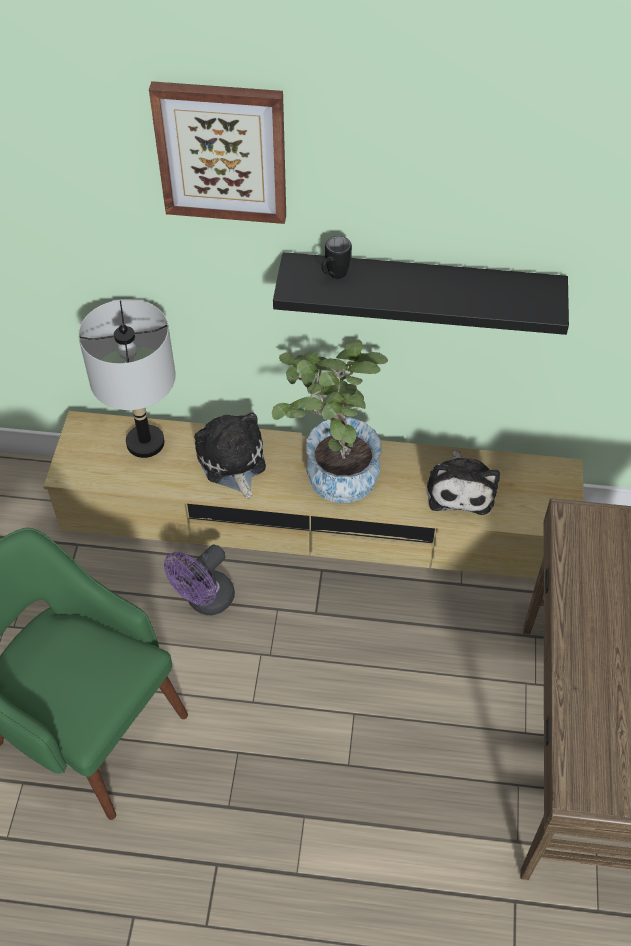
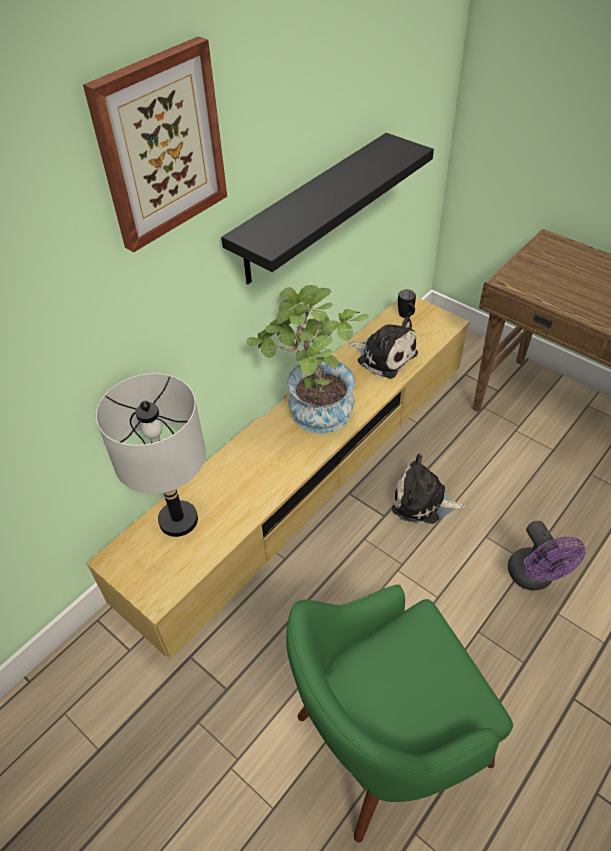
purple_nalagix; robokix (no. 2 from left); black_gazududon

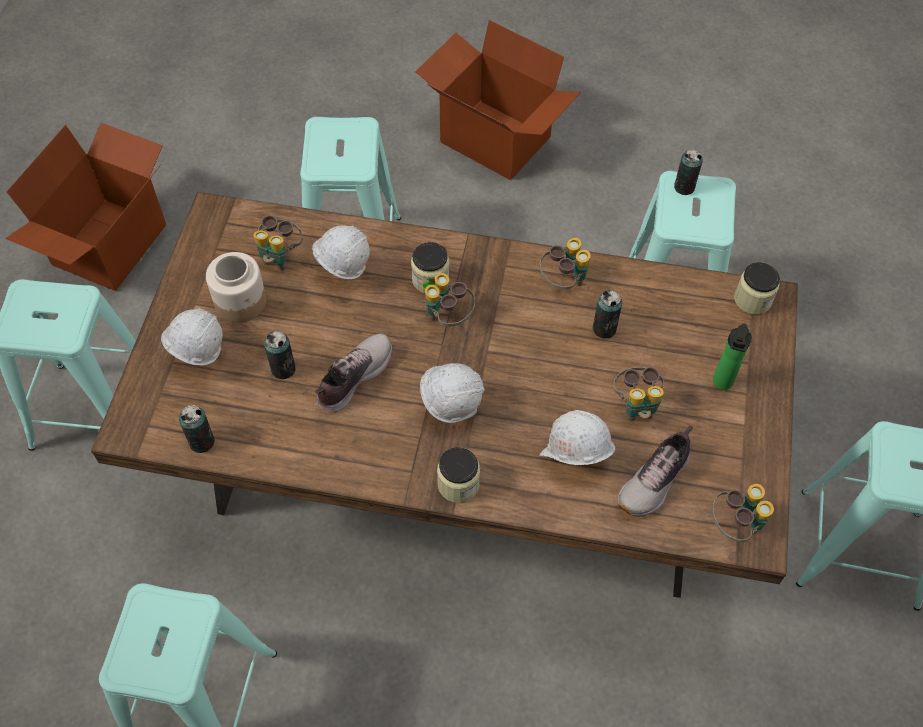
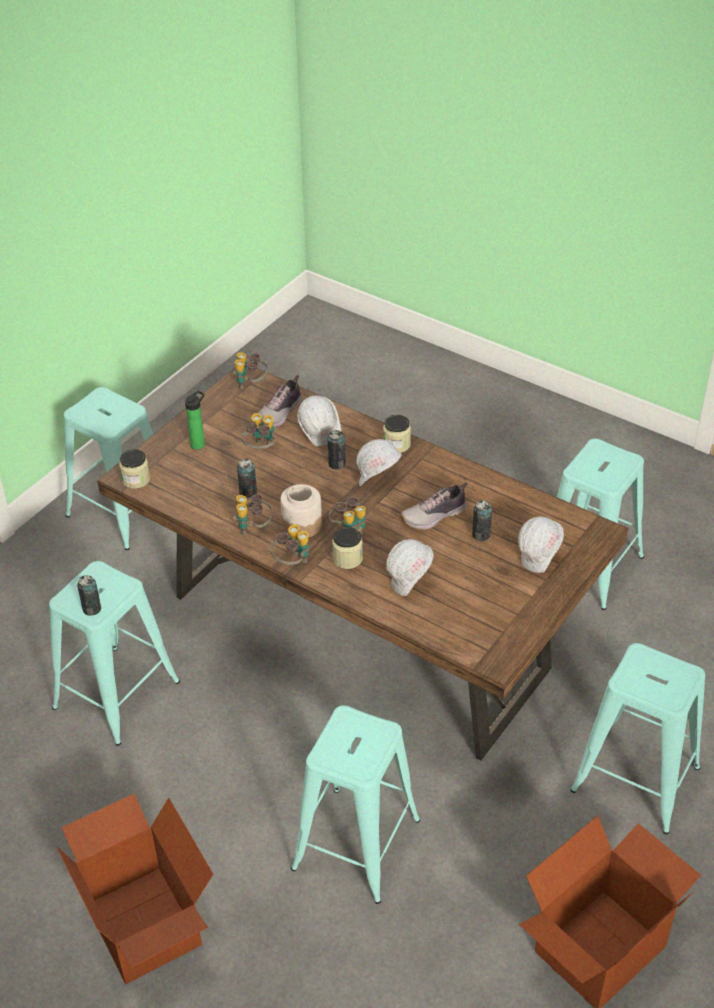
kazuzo (no. 3 from left); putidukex (no. 2 from left); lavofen (no. 4 from left); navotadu (no. 1 from left)

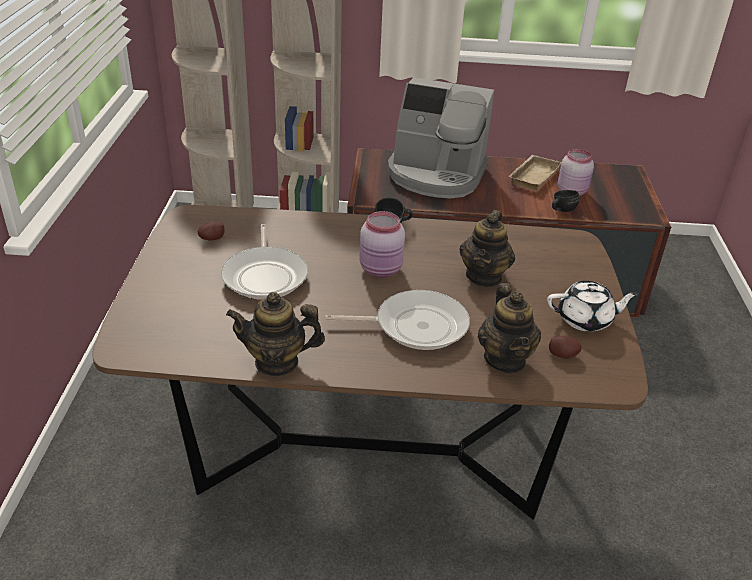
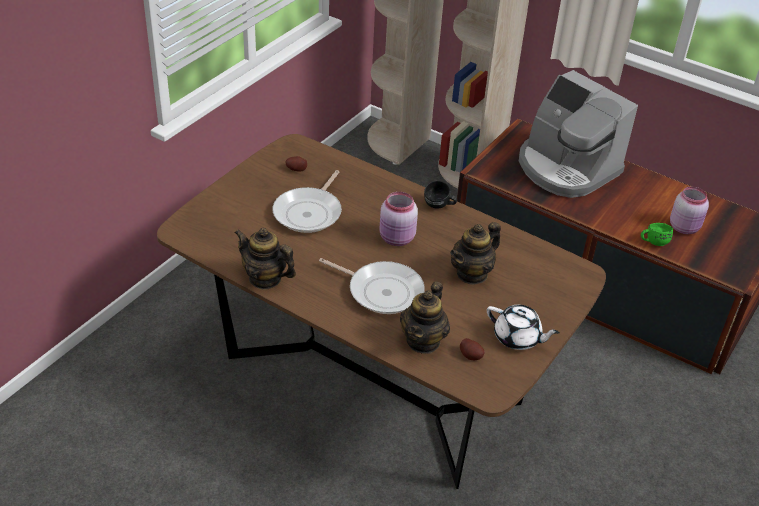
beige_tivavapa; green_gazududon

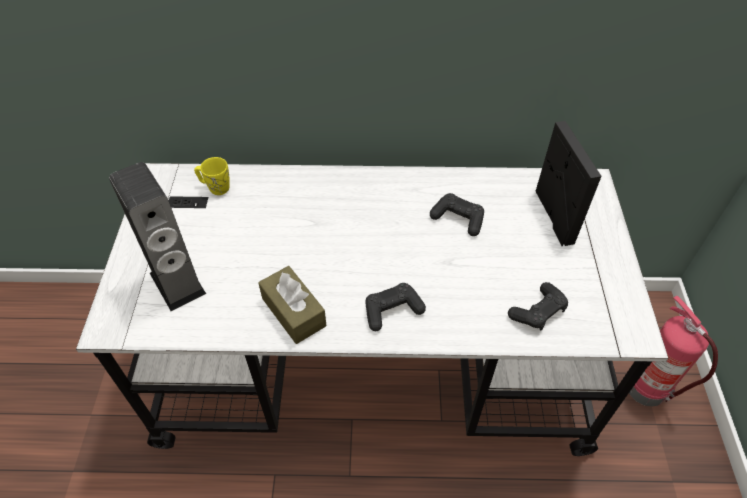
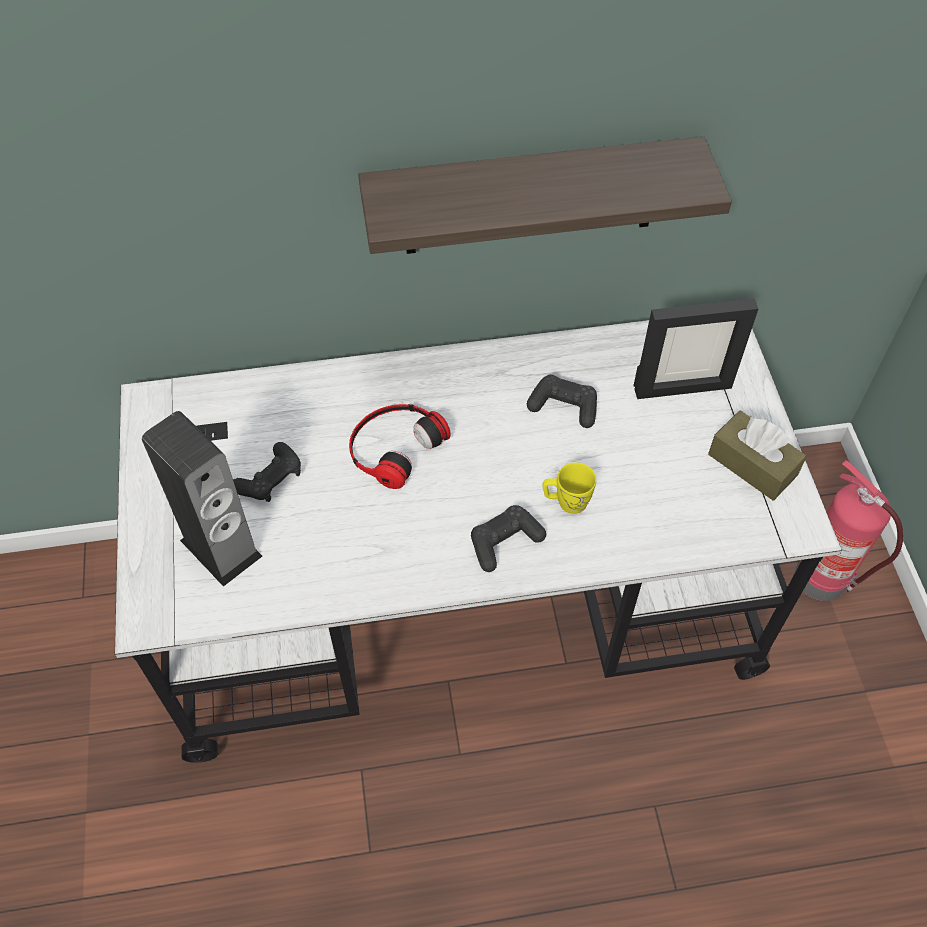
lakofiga; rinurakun; yellow_gazududon; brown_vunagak; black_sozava (no. 1 from left); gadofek

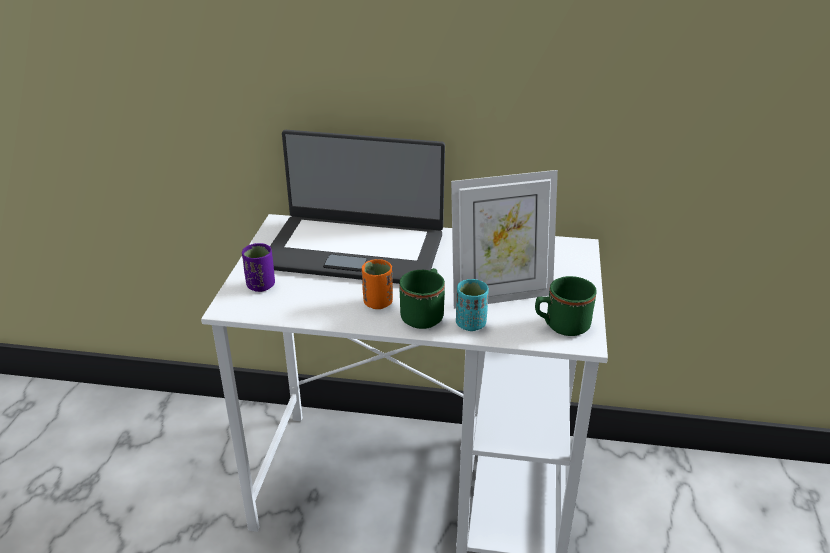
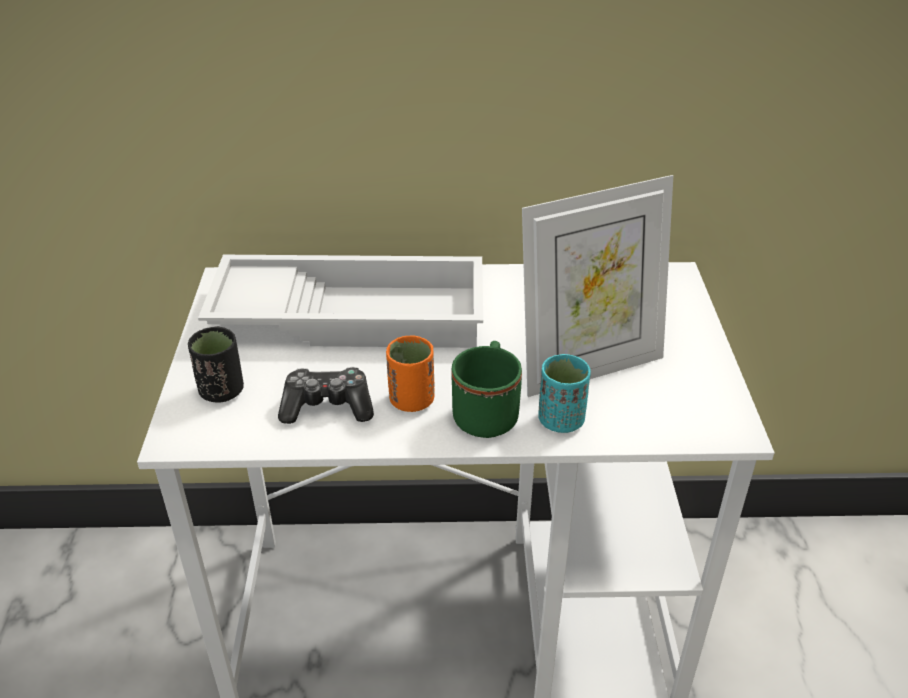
green_gazududon (no. 2 from left in the first image); sozava; white_tivavapa; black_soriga

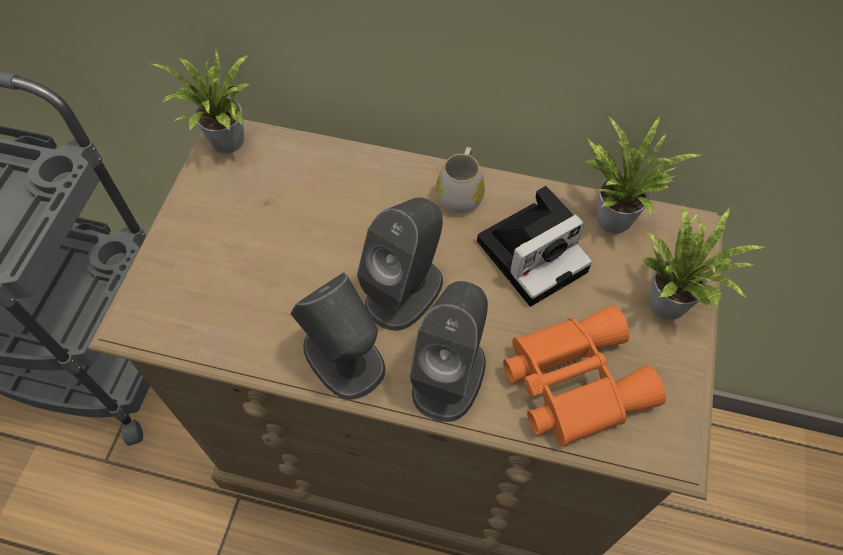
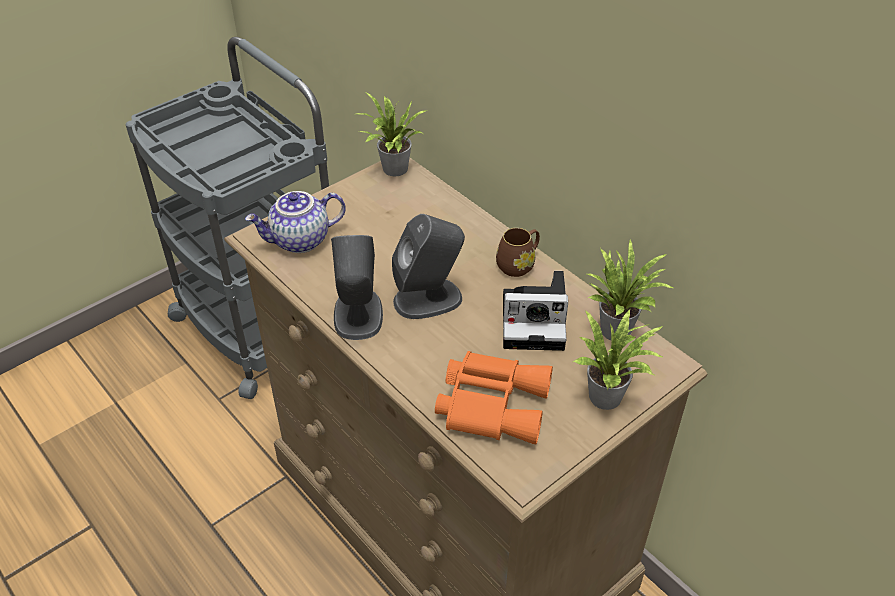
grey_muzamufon (no. 3 from left in the first image); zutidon; brown_gazududon

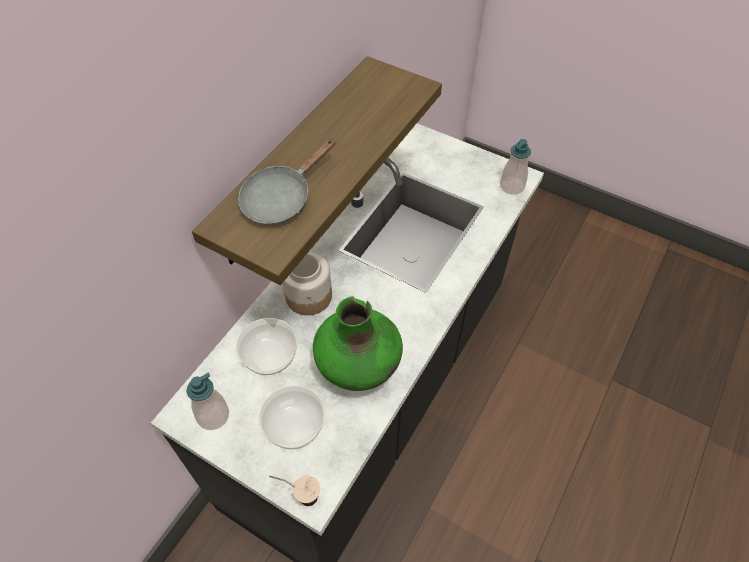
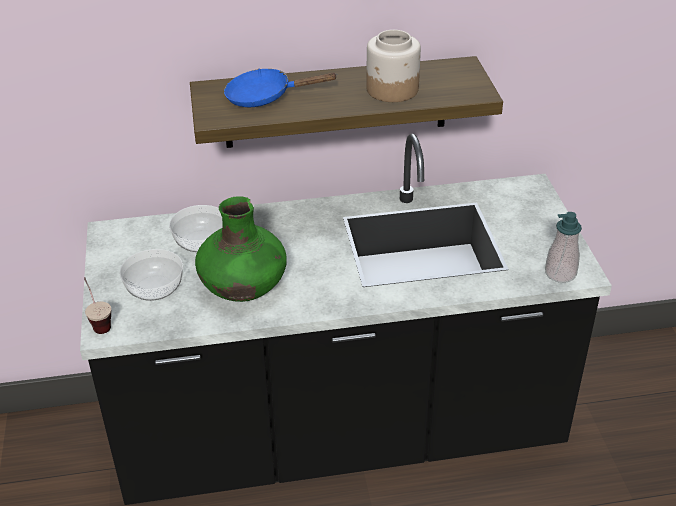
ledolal (no. 1 from left in the first image); putidukex; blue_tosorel

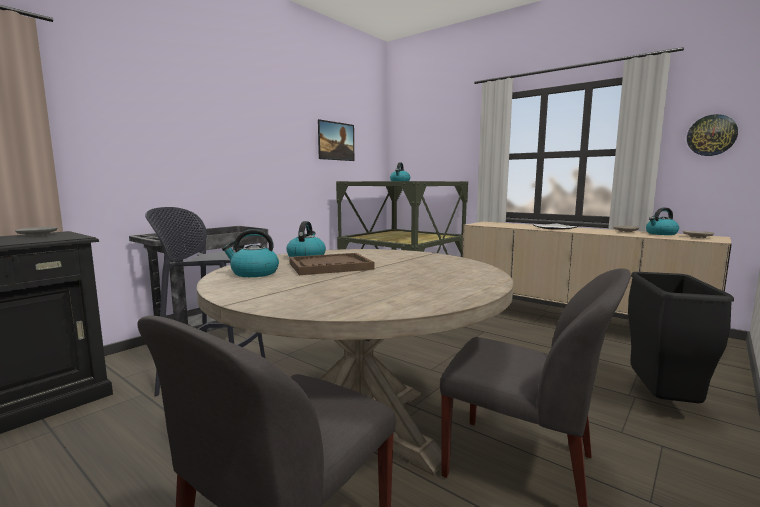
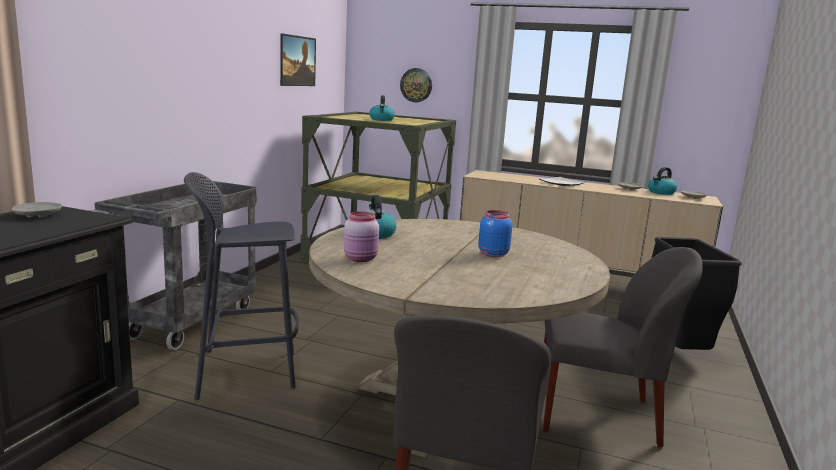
brown_tivavapa; blue_putidukex; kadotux; pink_putidukex

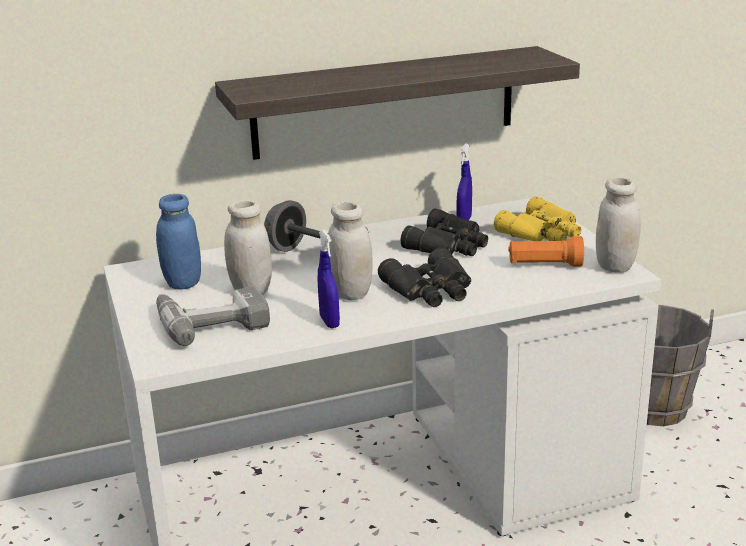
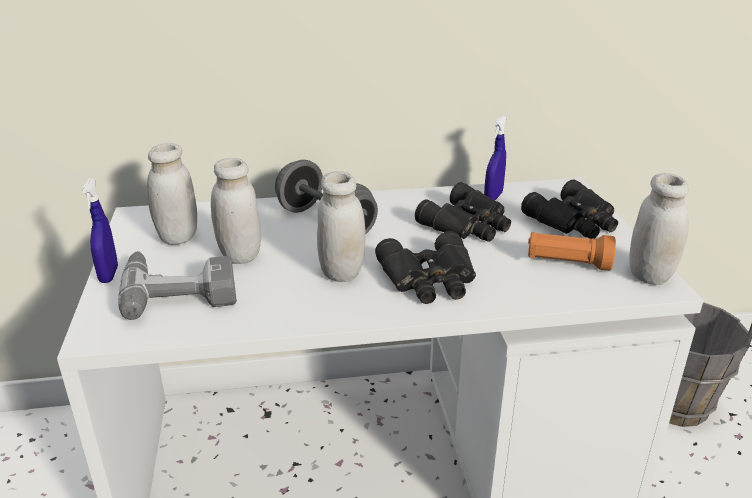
rinurakun; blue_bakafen (no. 1 from left); white_putidukex (no. 1 from left); black_lavofen (no. 3 from left)

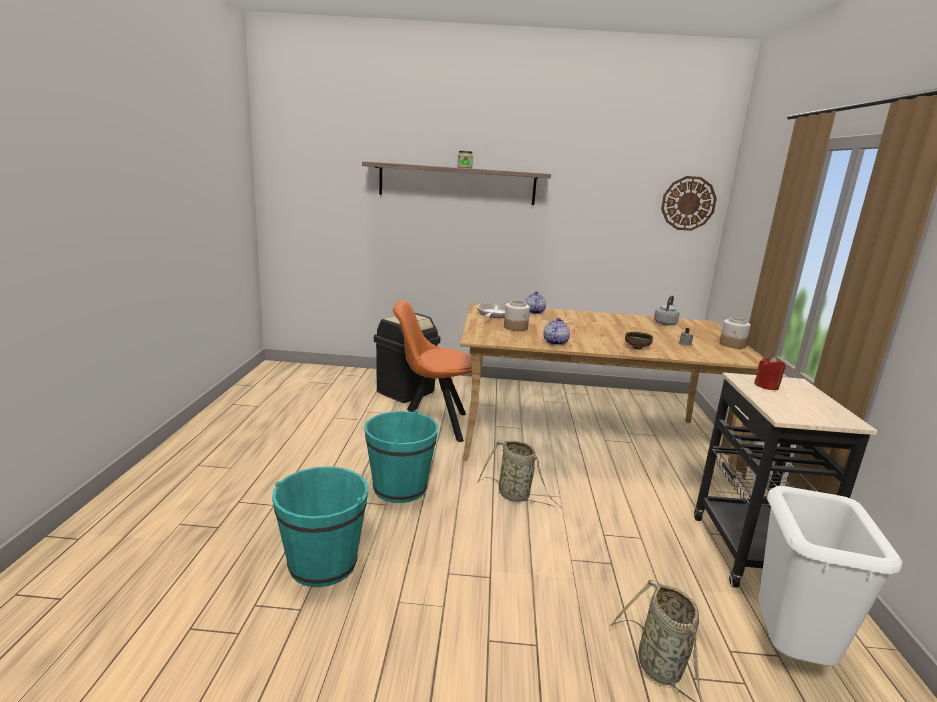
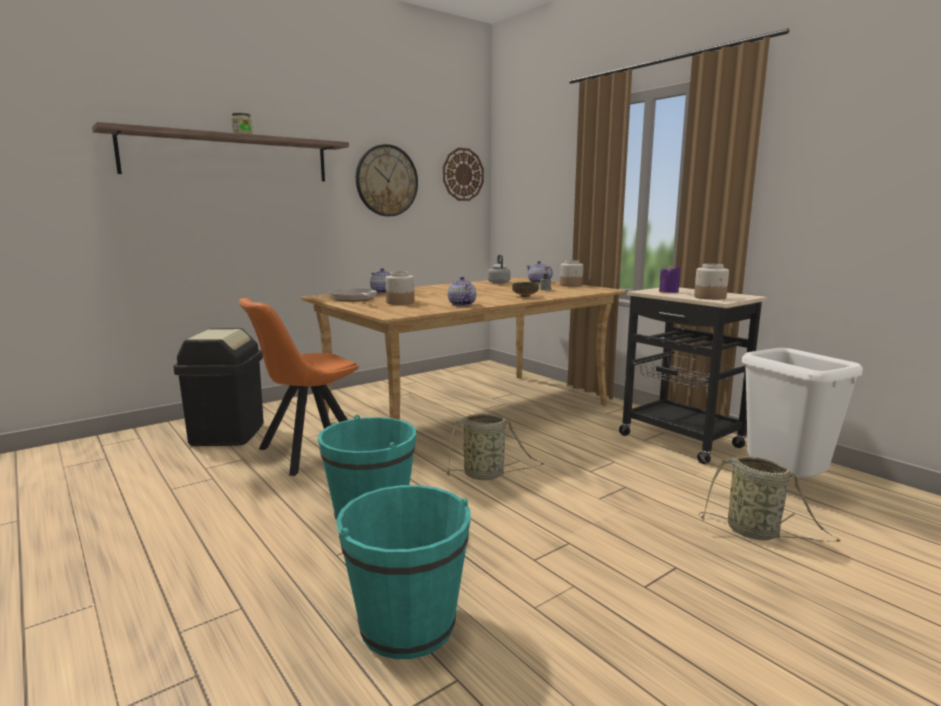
kadotux (no. 1 from left); zutidon (no. 3 from left); putidukex (no. 4 from left); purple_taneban

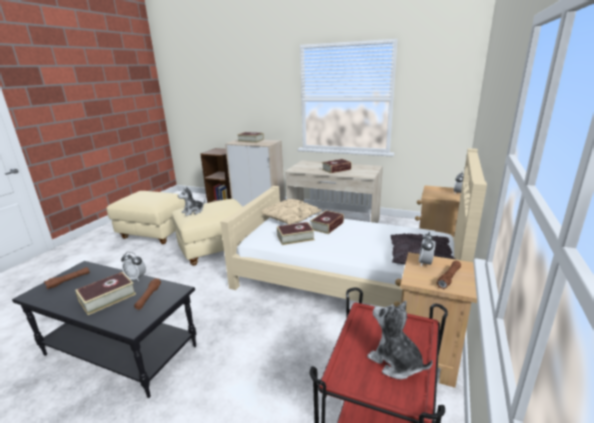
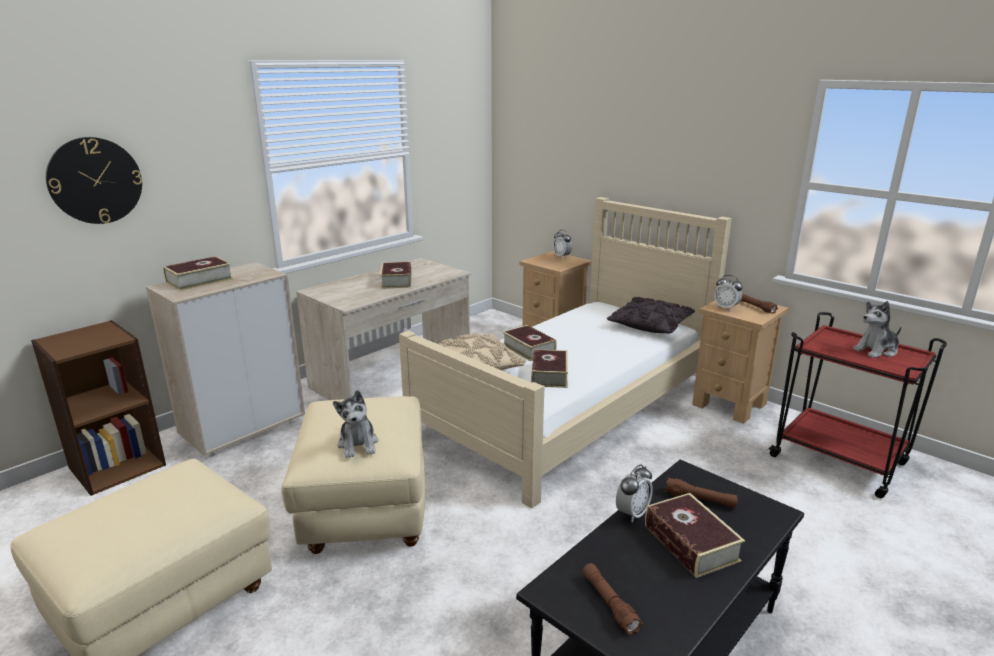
kadotux

